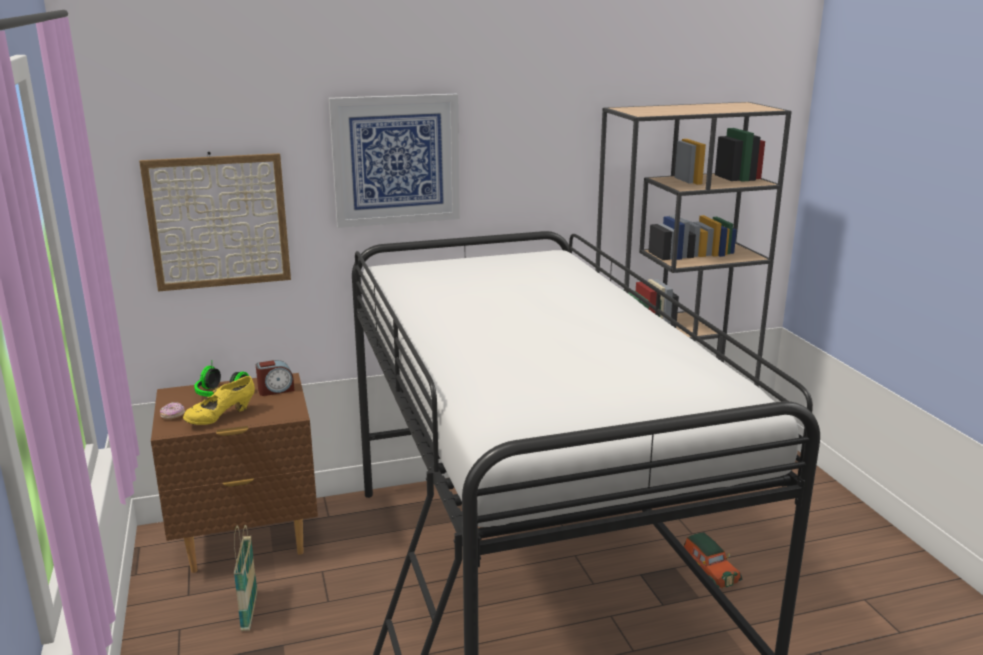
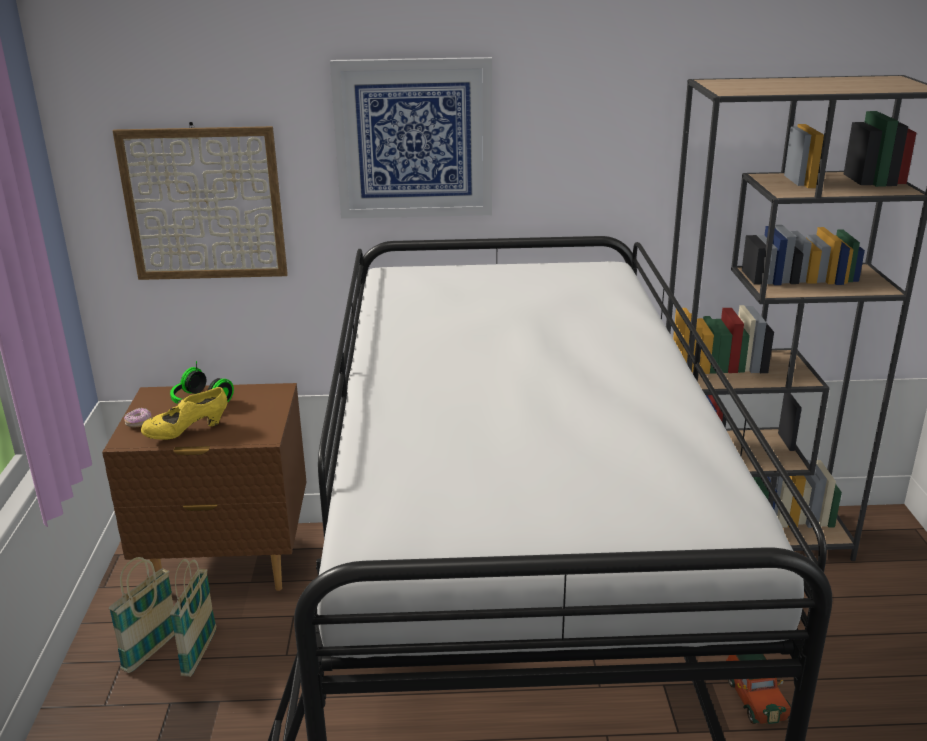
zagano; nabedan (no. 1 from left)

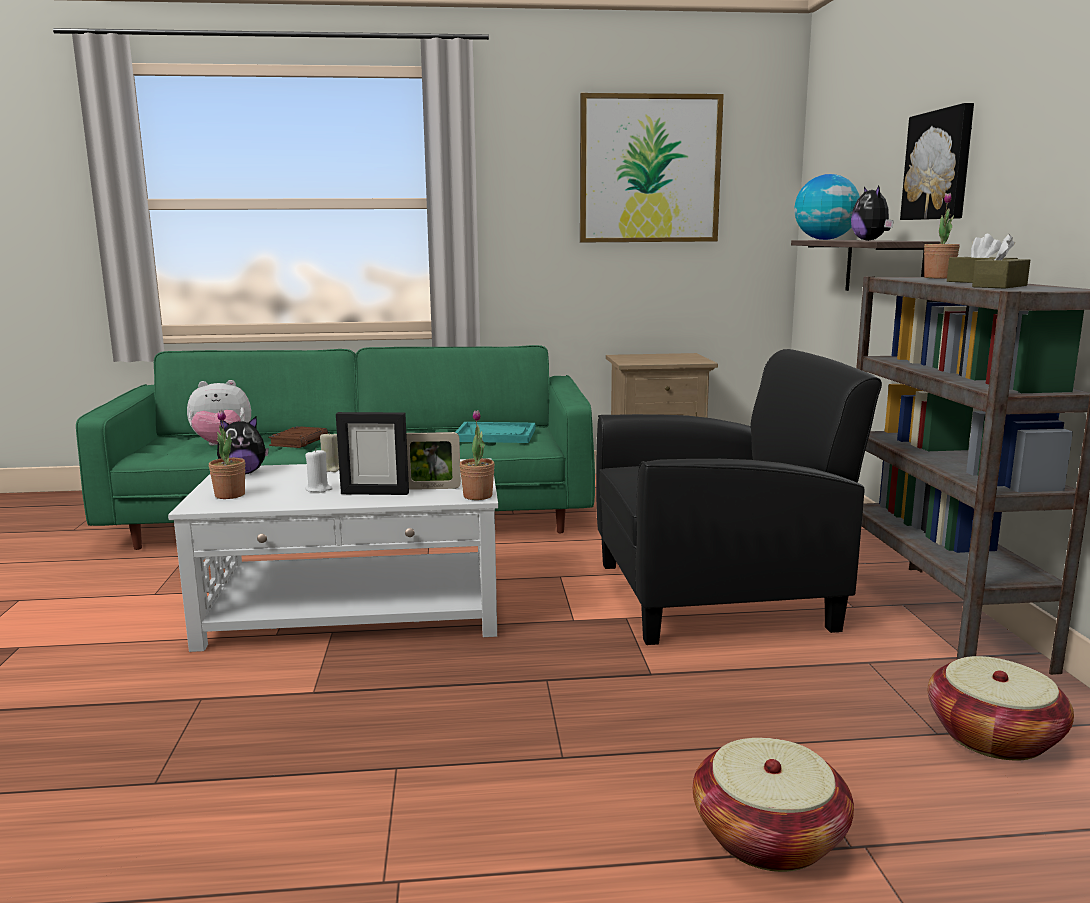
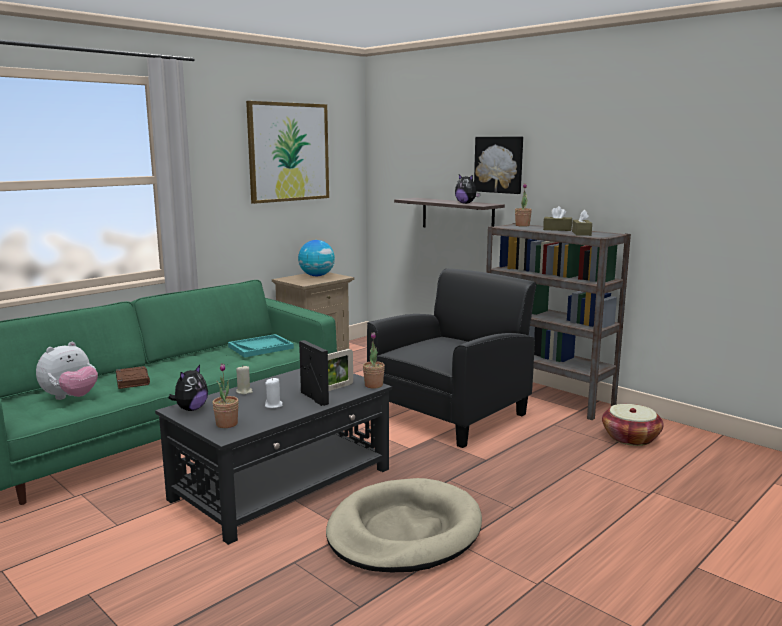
nabedan (no. 1 from left in the first image); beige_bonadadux; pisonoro; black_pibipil; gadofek (no. 1 from left)

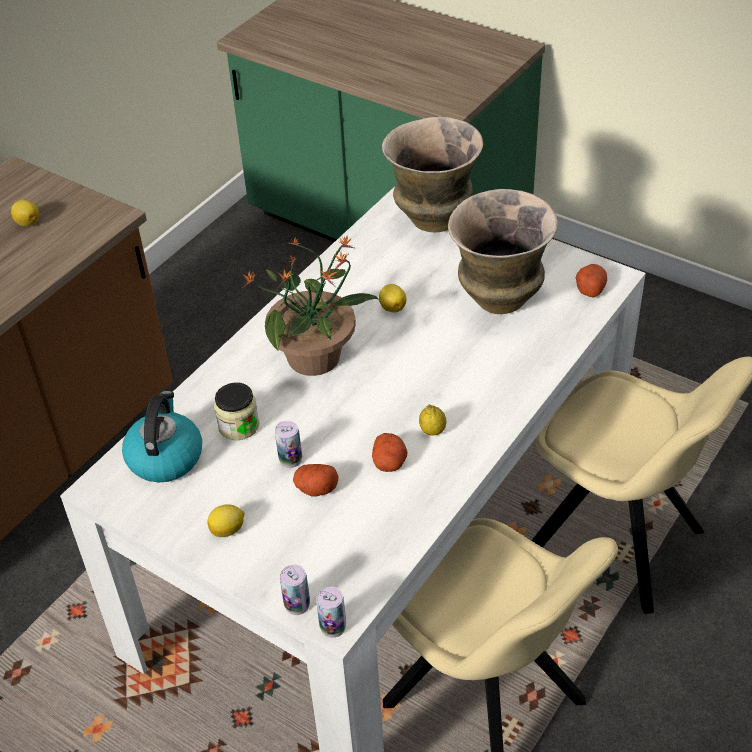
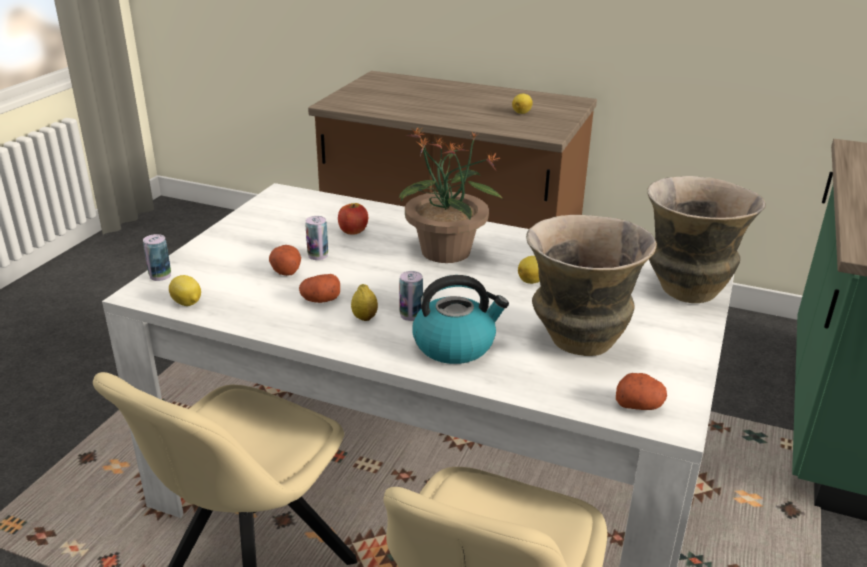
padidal; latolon (no. 1 from left); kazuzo (no. 3 from left); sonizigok

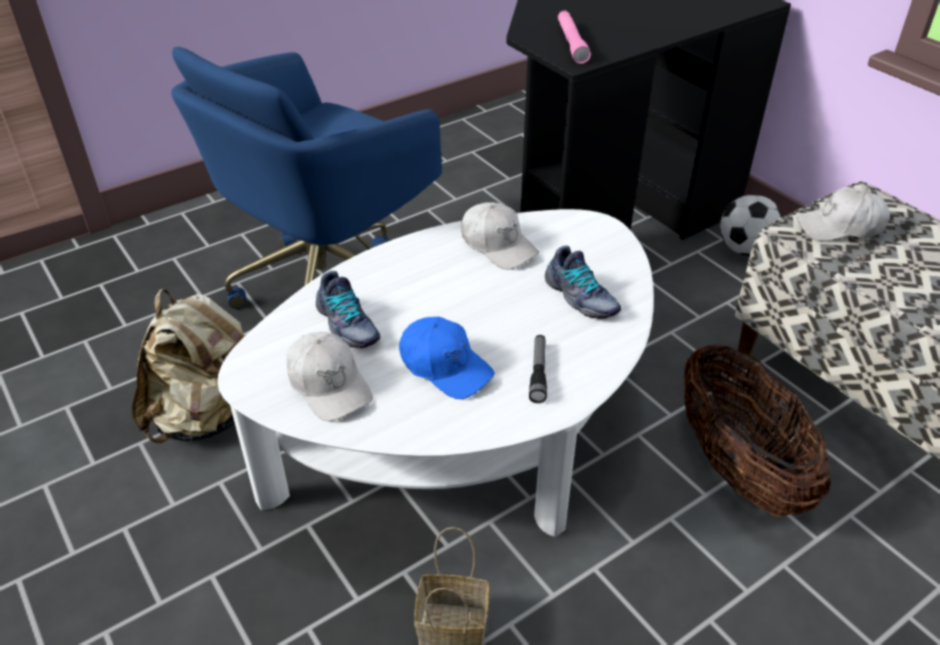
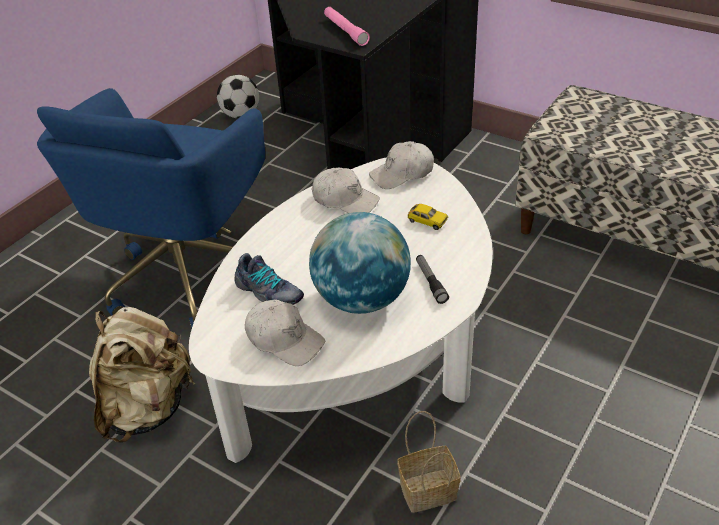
nabedan (no. 2 from left in the first image); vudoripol; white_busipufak (no. 3 from left); pisonoro; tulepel

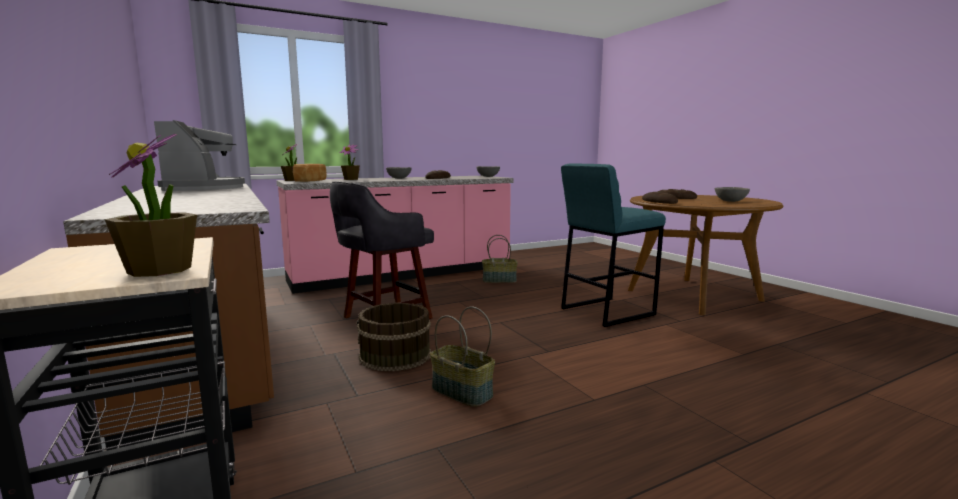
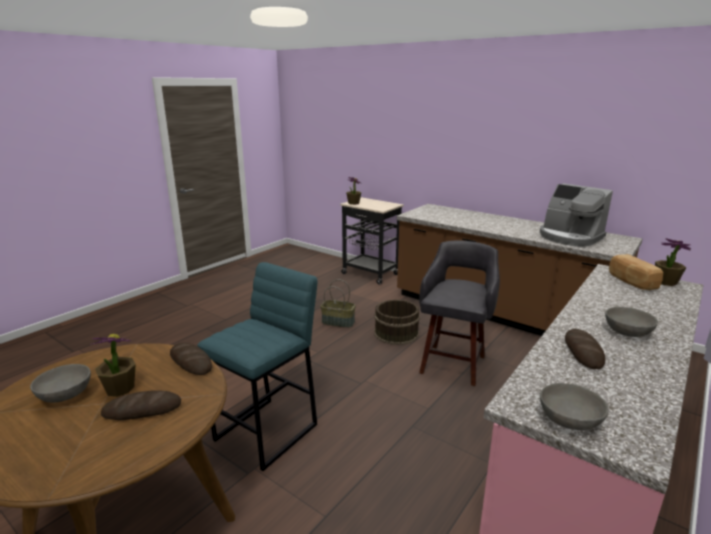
nabedan (no. 2 from left in the first image); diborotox (no. 1 from left)

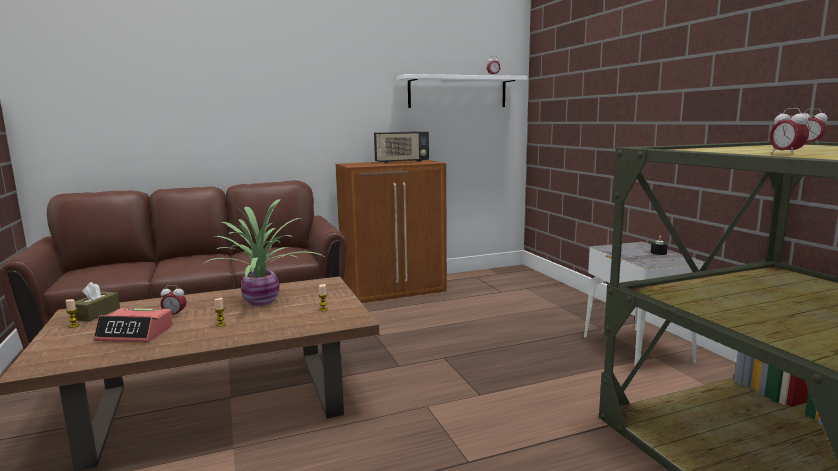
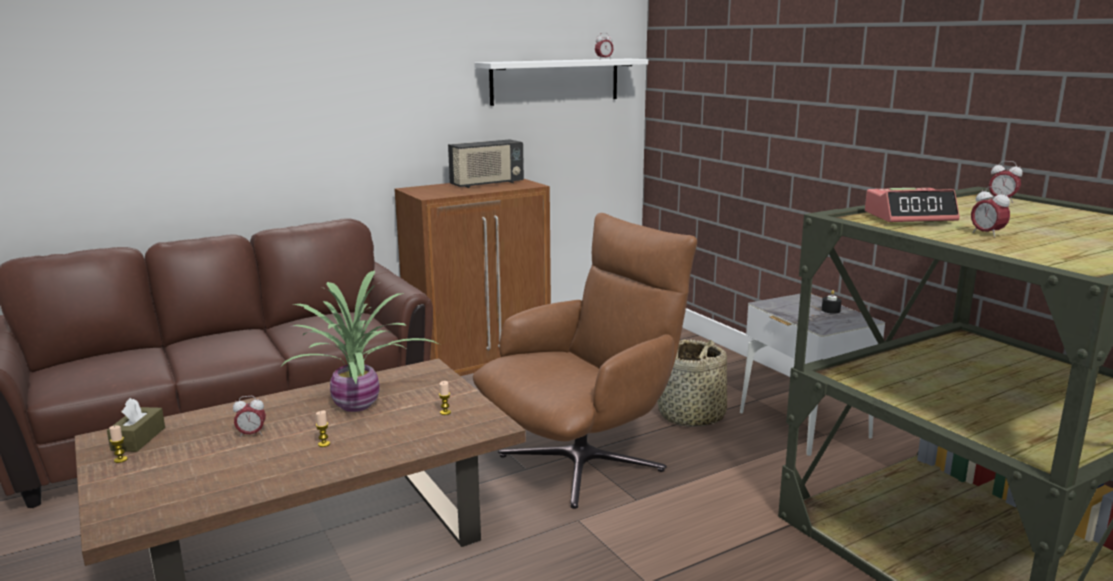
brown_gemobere; nabedan; zagano (no. 3 from left)

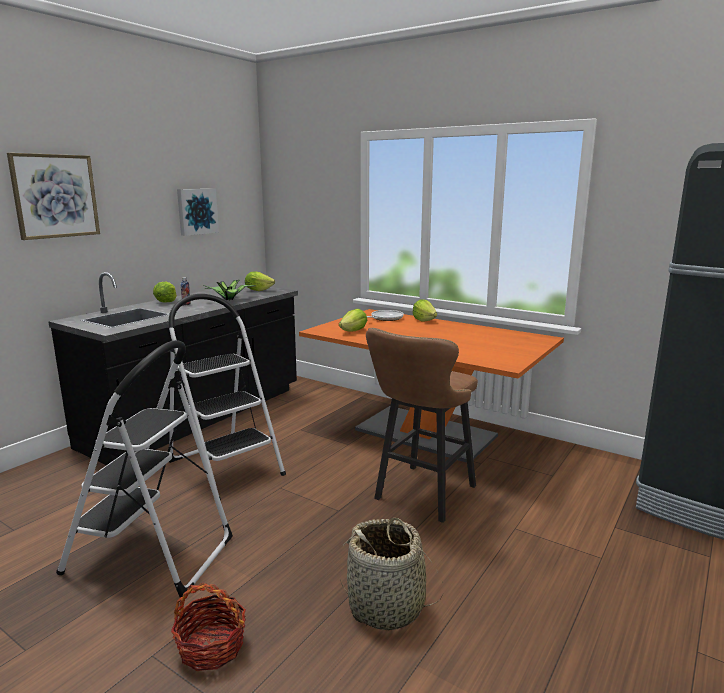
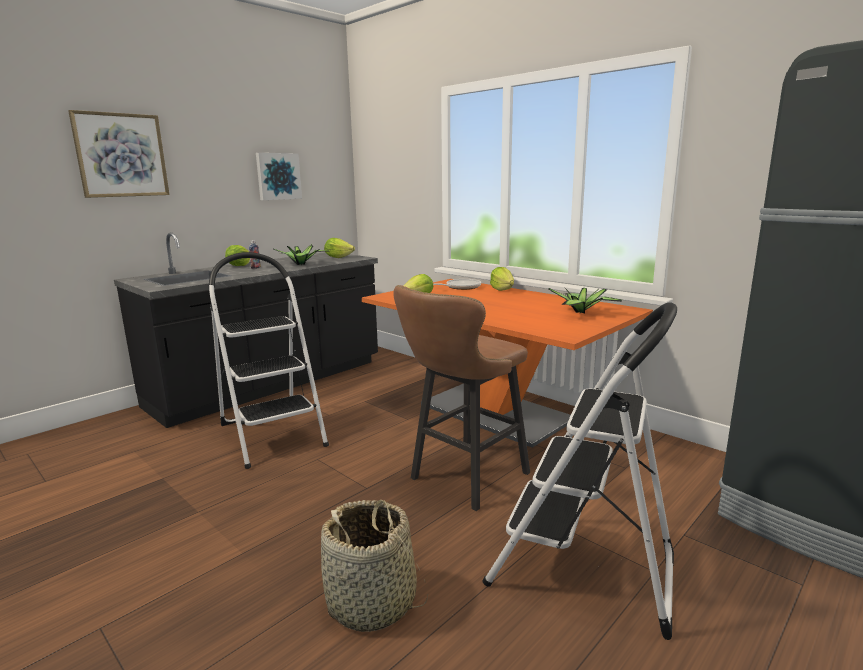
nabedan (no. 1 from left in the first image); diborotox (no. 2 from left); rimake (no. 2 from left)

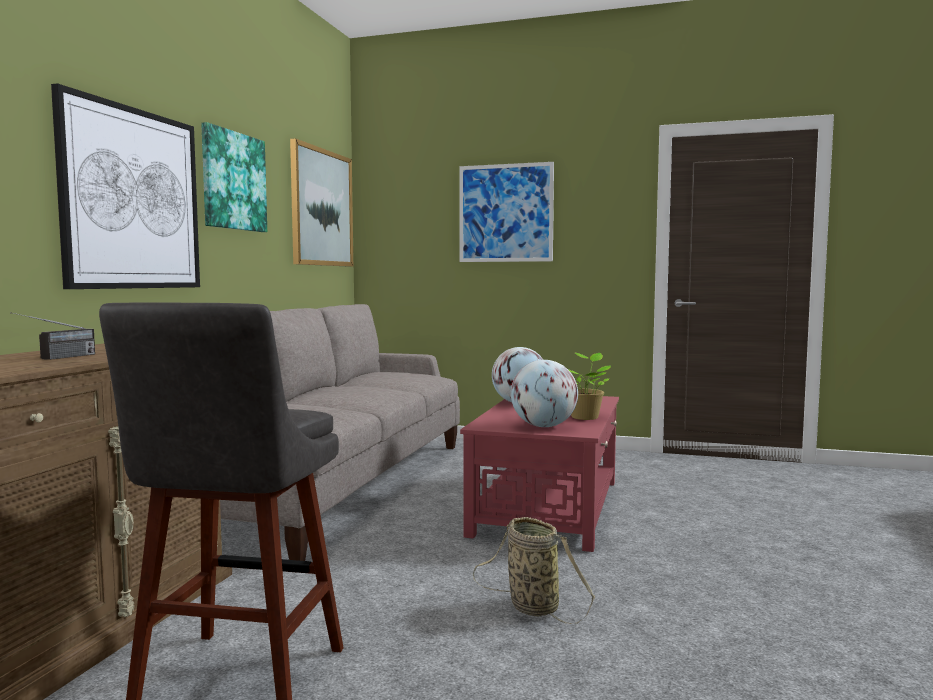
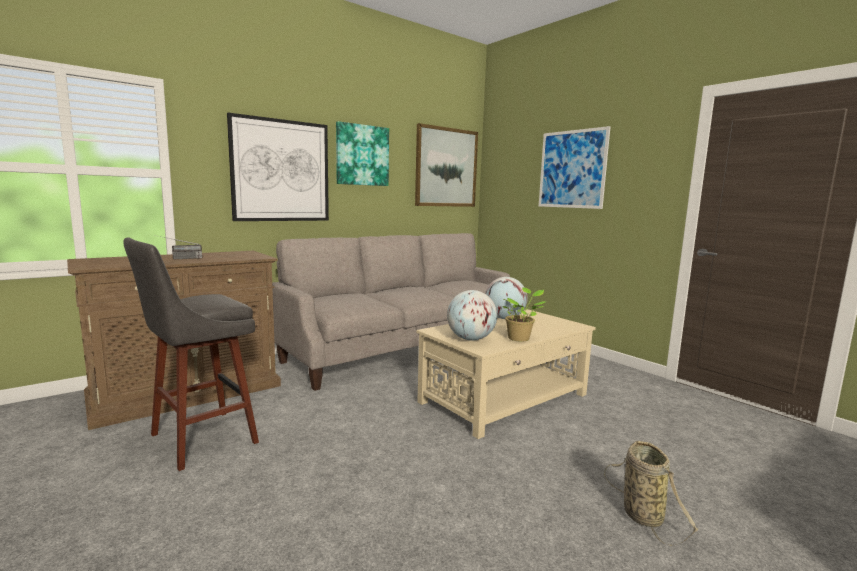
nabedan; beige_pibipil

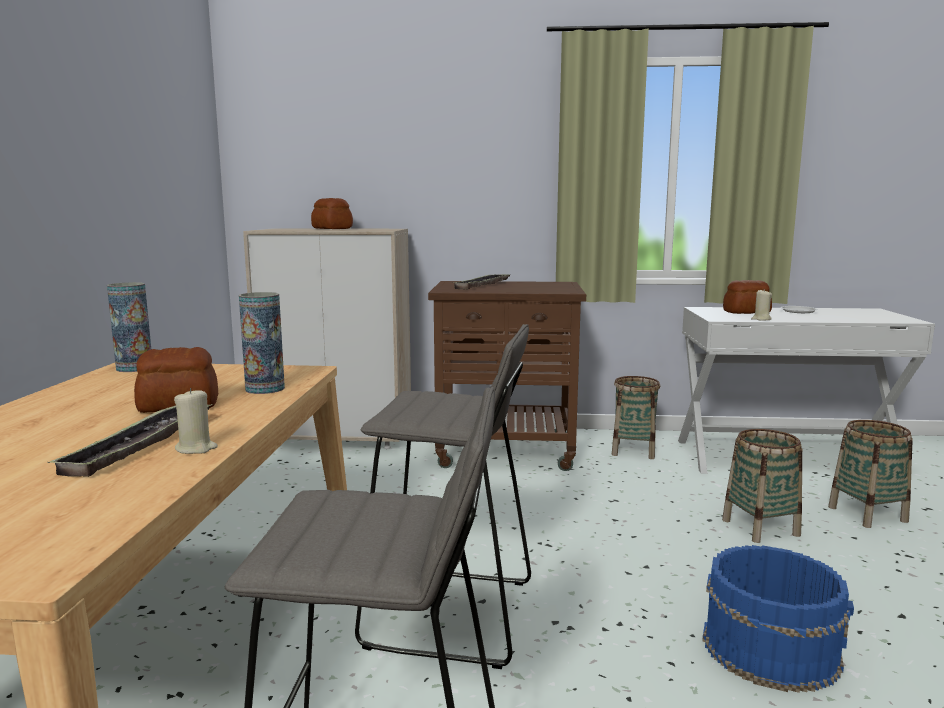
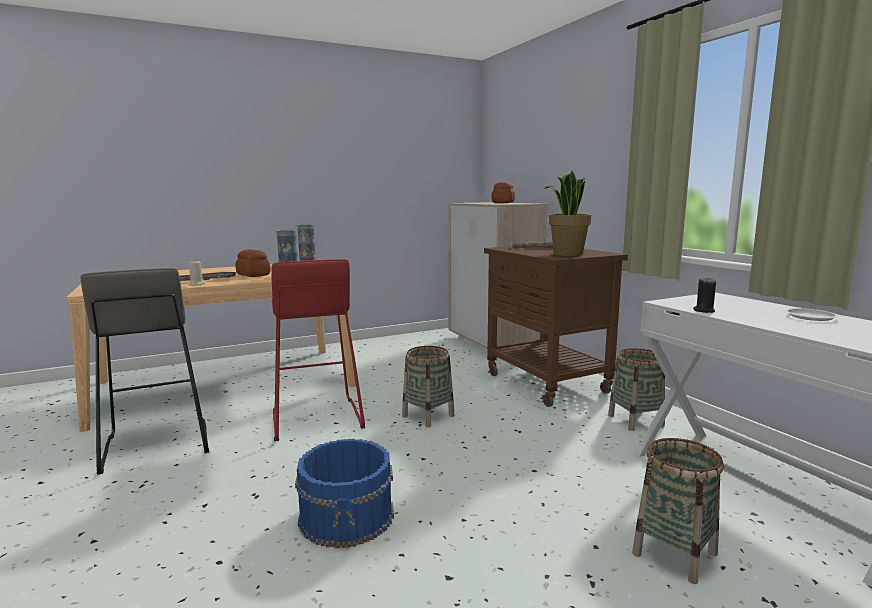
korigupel (no. 3 from left in the first image); diborotox; nabedan (no. 1 from left); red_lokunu; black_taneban

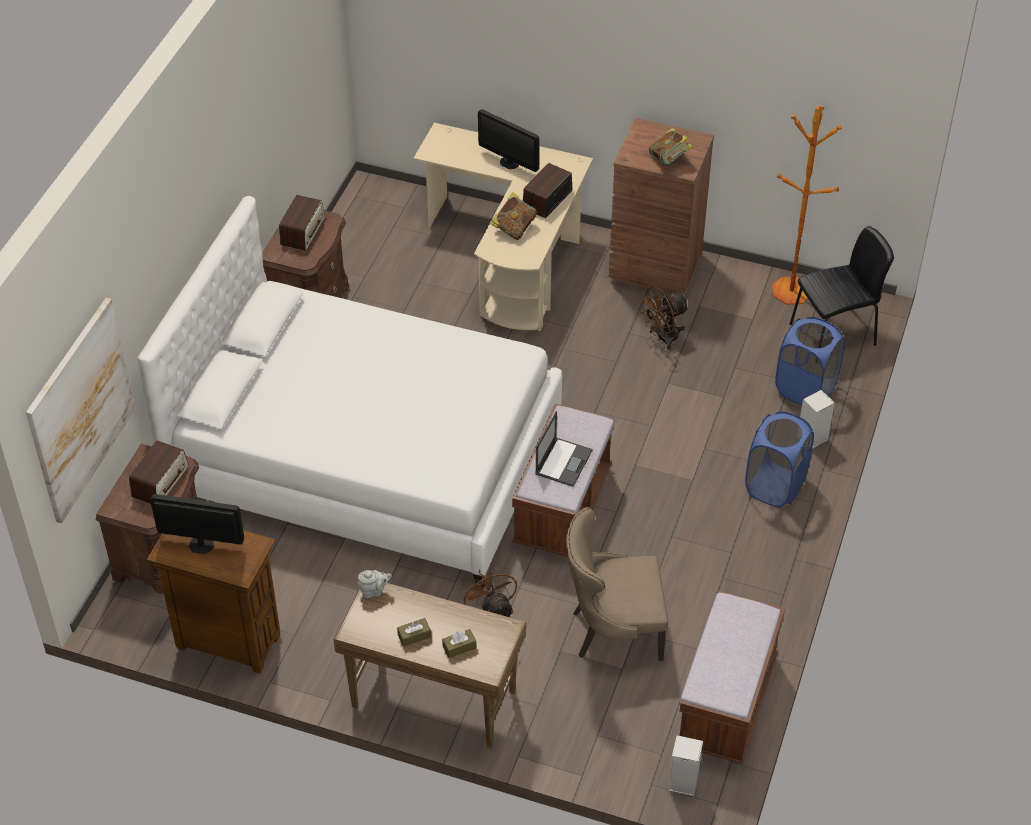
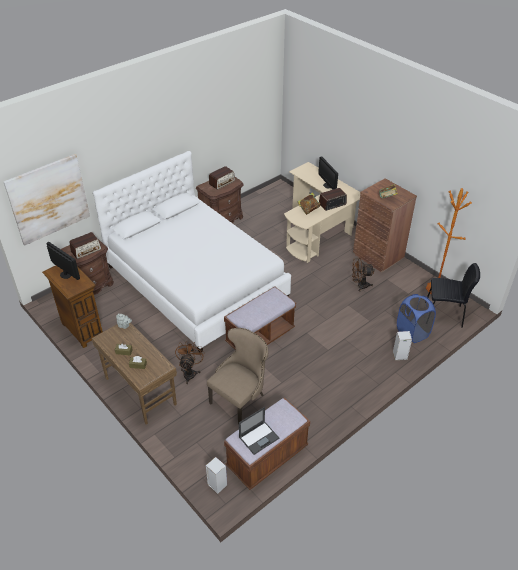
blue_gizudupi (no. 1 from left in the first image); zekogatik; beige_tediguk

